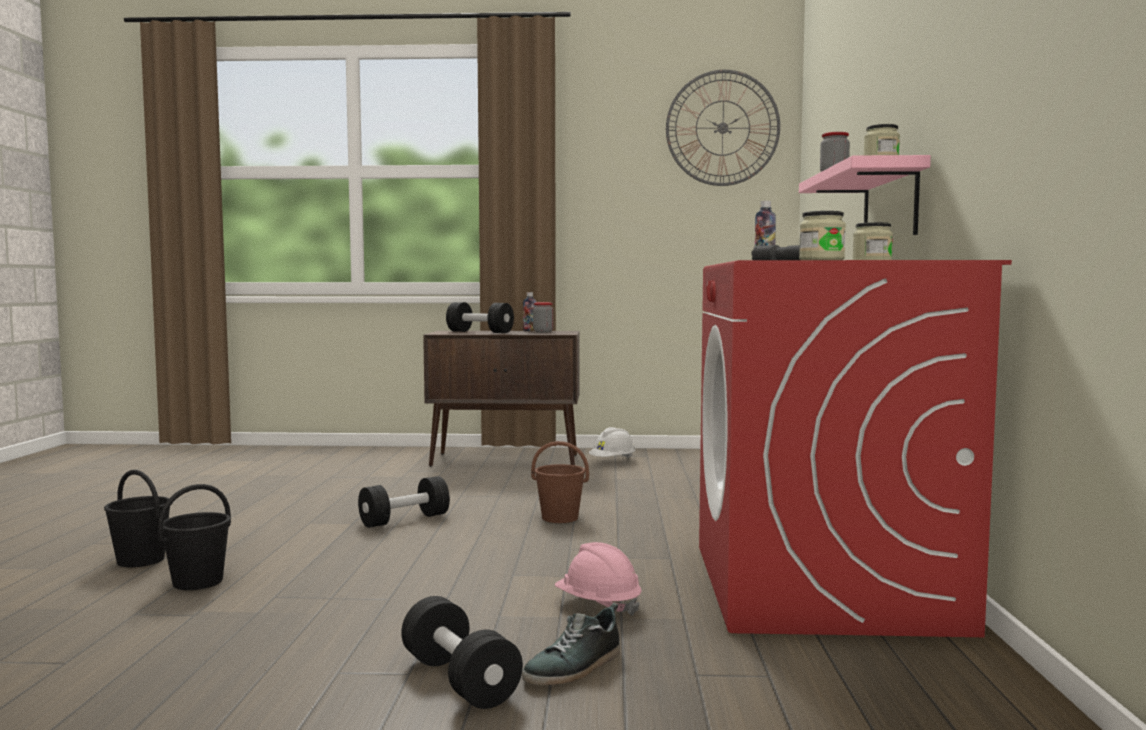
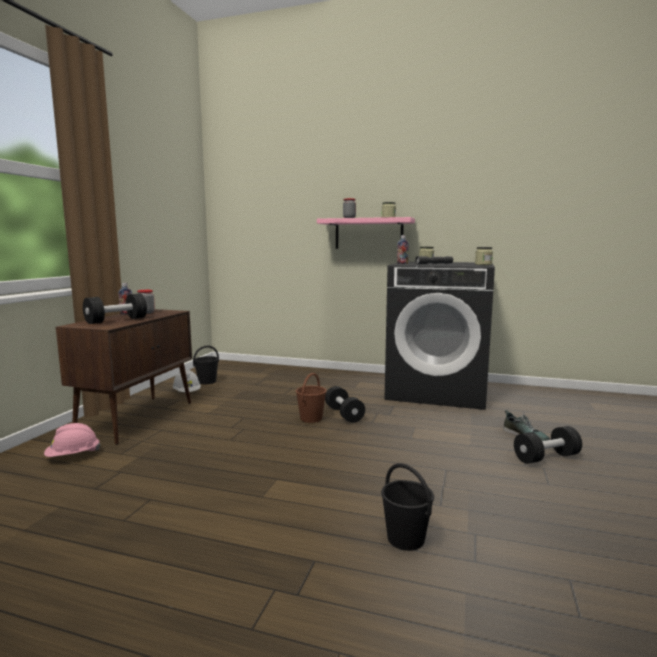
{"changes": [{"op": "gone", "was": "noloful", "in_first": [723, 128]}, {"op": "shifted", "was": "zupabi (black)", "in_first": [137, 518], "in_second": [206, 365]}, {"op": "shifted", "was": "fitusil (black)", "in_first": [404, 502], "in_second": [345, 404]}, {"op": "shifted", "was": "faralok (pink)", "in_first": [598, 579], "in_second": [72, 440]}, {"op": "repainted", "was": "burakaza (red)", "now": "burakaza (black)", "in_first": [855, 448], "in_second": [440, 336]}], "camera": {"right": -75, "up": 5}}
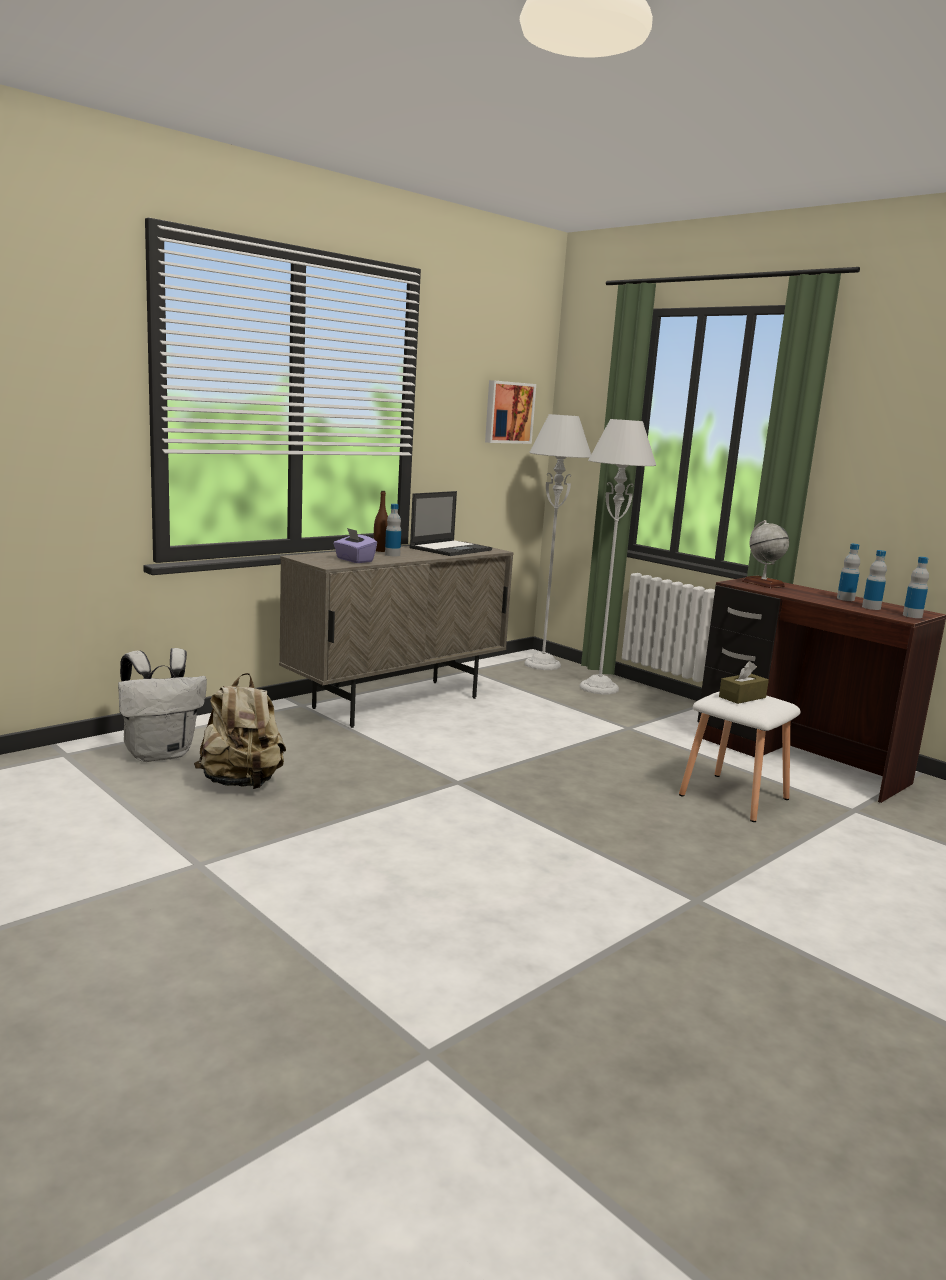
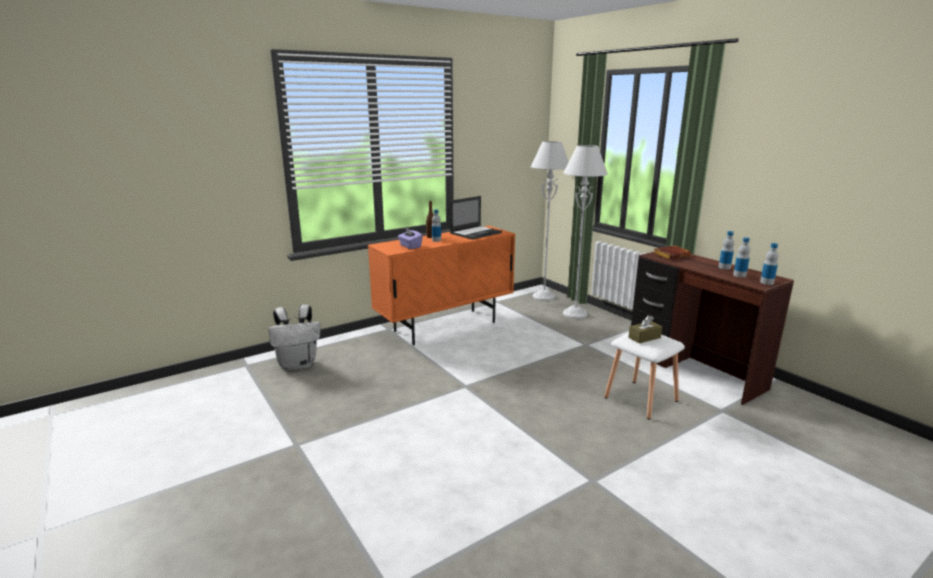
{"changes": [{"op": "gone", "was": "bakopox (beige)", "in_first": [240, 731]}, {"op": "gone", "was": "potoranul", "in_first": [510, 412]}, {"op": "swapped", "was": "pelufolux", "now": "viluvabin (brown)", "in_first": [765, 554], "in_second": [672, 252]}, {"op": "repainted", "was": "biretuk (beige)", "now": "biretuk (orange)", "in_first": [396, 635], "in_second": [441, 286]}], "camera": {"right": 10, "up": 5}}
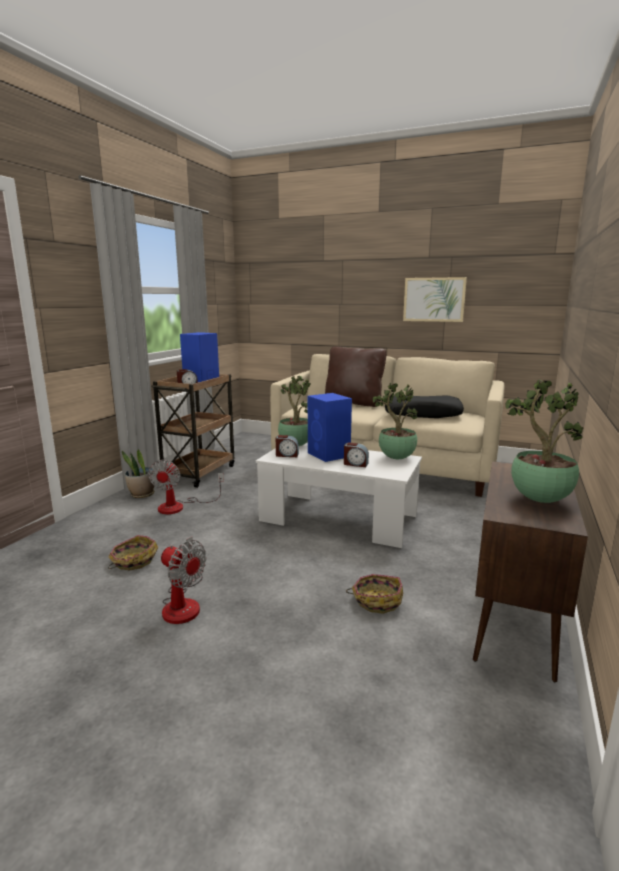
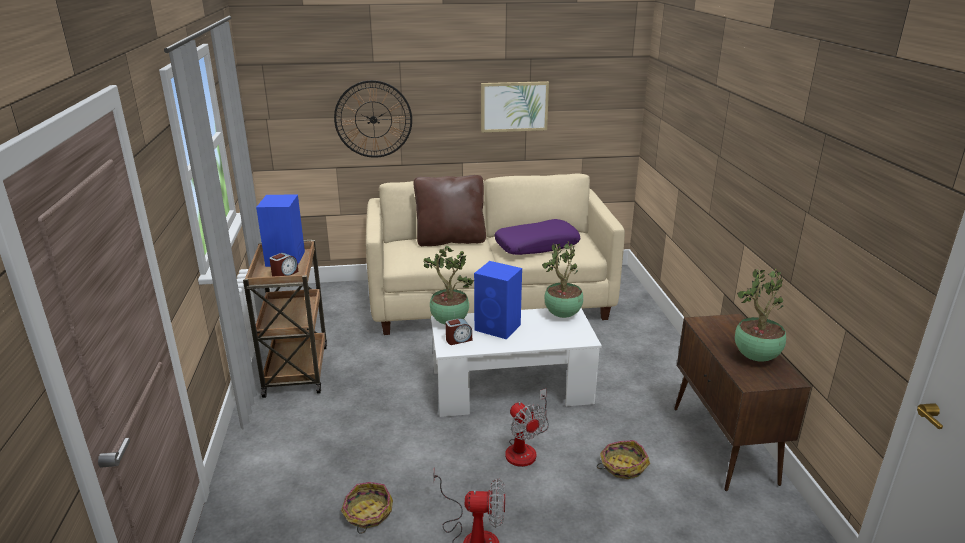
{"changes": [{"op": "gone", "was": "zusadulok", "in_first": [138, 473]}, {"op": "gone", "was": "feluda", "in_first": [356, 454]}, {"op": "new", "now": "noloful", "in_second": [373, 119]}, {"op": "shifted", "was": "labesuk", "in_first": [186, 487], "in_second": [527, 428]}, {"op": "repainted", "was": "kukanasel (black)", "now": "kukanasel (purple)", "in_first": [424, 406], "in_second": [537, 237]}], "camera": {"right": -30, "up": 10}}
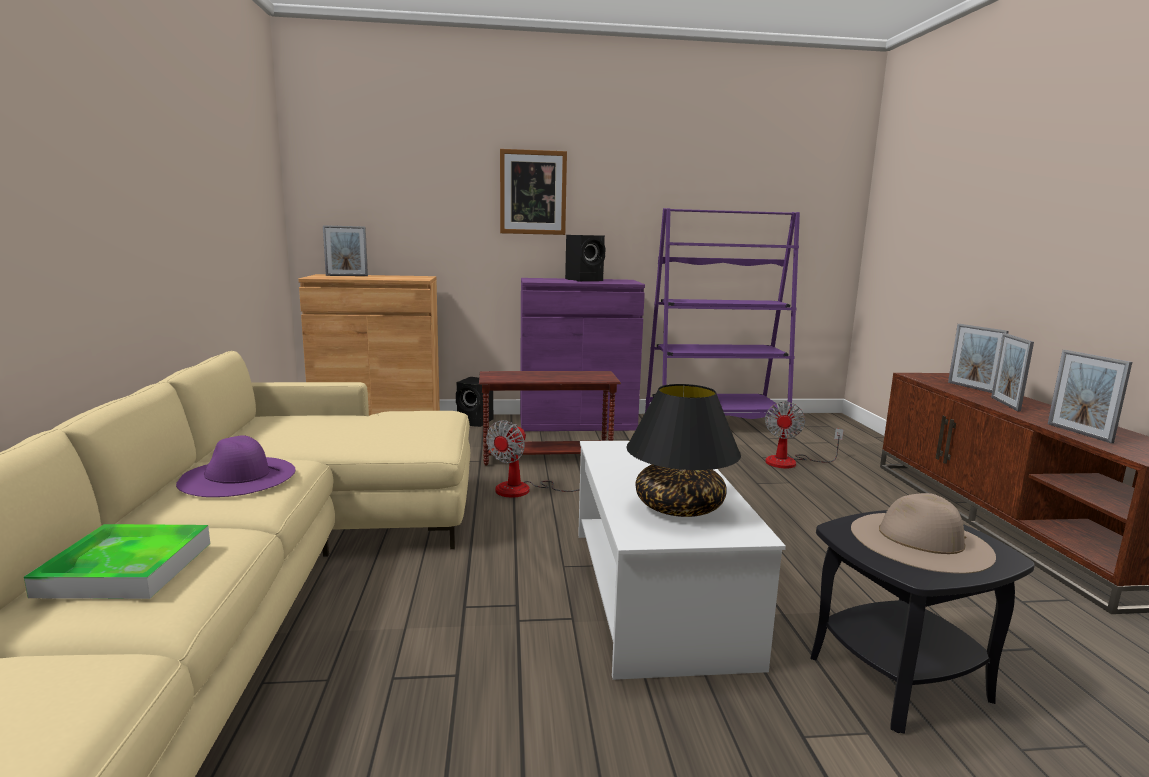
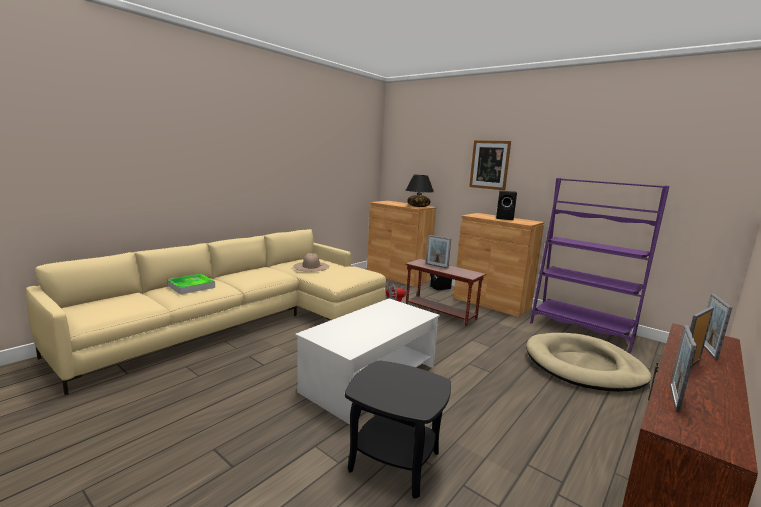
{"changes": [{"op": "gone", "was": "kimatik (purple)", "in_first": [235, 466]}, {"op": "shifted", "was": "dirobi", "in_first": [345, 250], "in_second": [438, 252]}, {"op": "shifted", "was": "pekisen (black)", "in_first": [683, 450], "in_second": [420, 191]}, {"op": "shifted", "was": "kimatik (beige)", "in_first": [923, 533], "in_second": [311, 262]}, {"op": "swapped", "was": "labesuk", "now": "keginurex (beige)", "in_first": [804, 435], "in_second": [588, 362]}, {"op": "repainted", "was": "biretuk (purple)", "now": "biretuk (brown)", "in_first": [582, 354], "in_second": [498, 265]}], "camera": {"right": 45, "up": 0}}
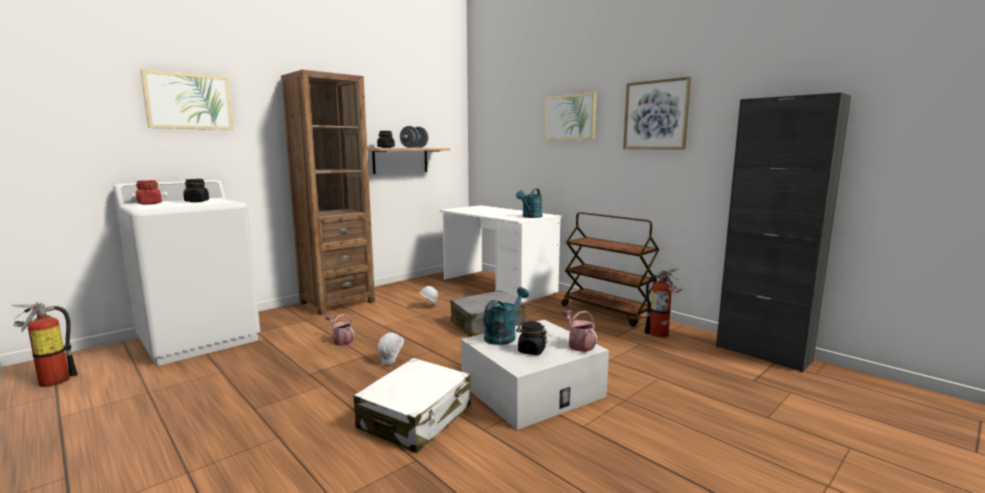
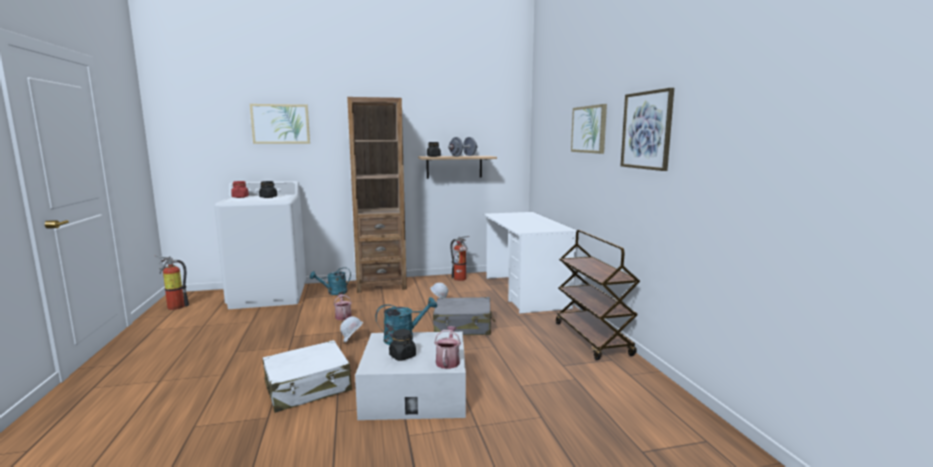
{"changes": [{"op": "gone", "was": "biretuk (black)", "in_first": [783, 232]}, {"op": "shifted", "was": "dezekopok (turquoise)", "in_first": [529, 203], "in_second": [330, 281]}, {"op": "shifted", "was": "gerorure", "in_first": [663, 302], "in_second": [459, 258]}], "camera": {"right": 30, "up": 0}}
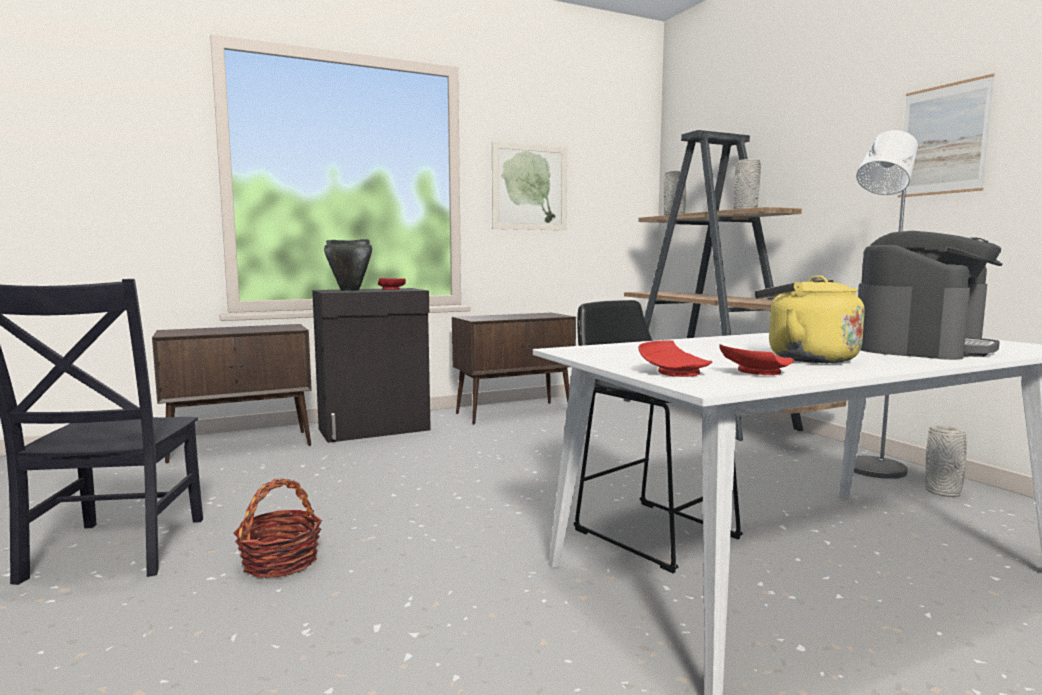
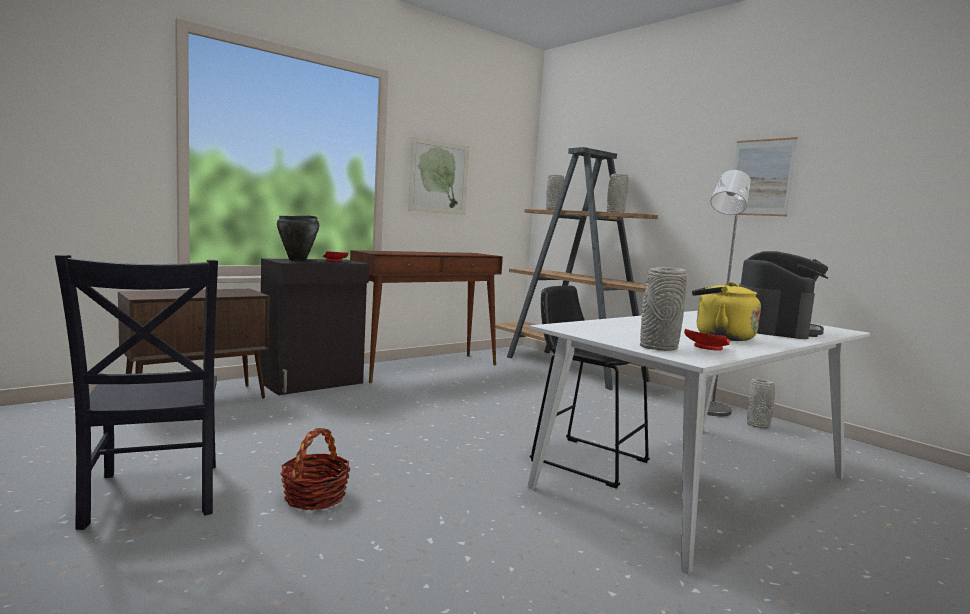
{"changes": [{"op": "swapped", "was": "biretuk (brown)", "now": "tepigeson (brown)", "in_first": [514, 368], "in_second": [426, 316]}, {"op": "swapped", "was": "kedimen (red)", "now": "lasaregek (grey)", "in_first": [675, 358], "in_second": [663, 309]}], "camera": {"right": -15, "up": 0}}
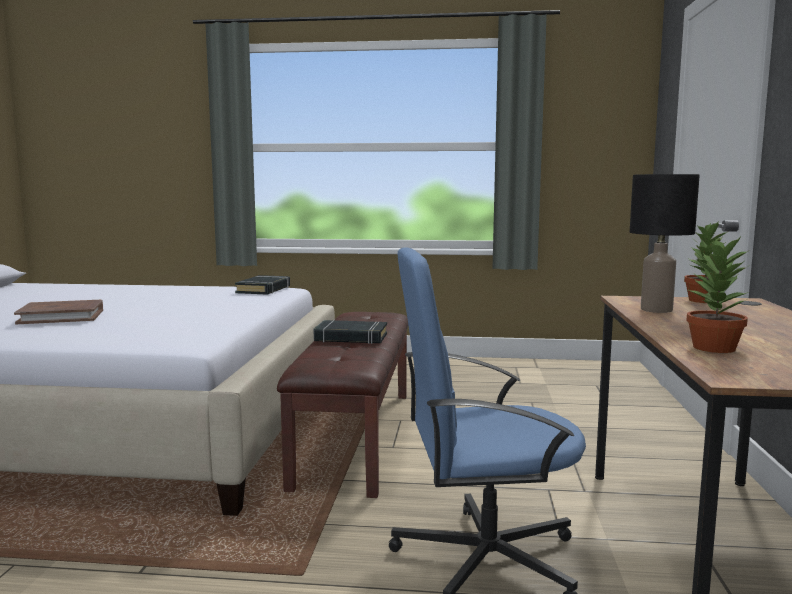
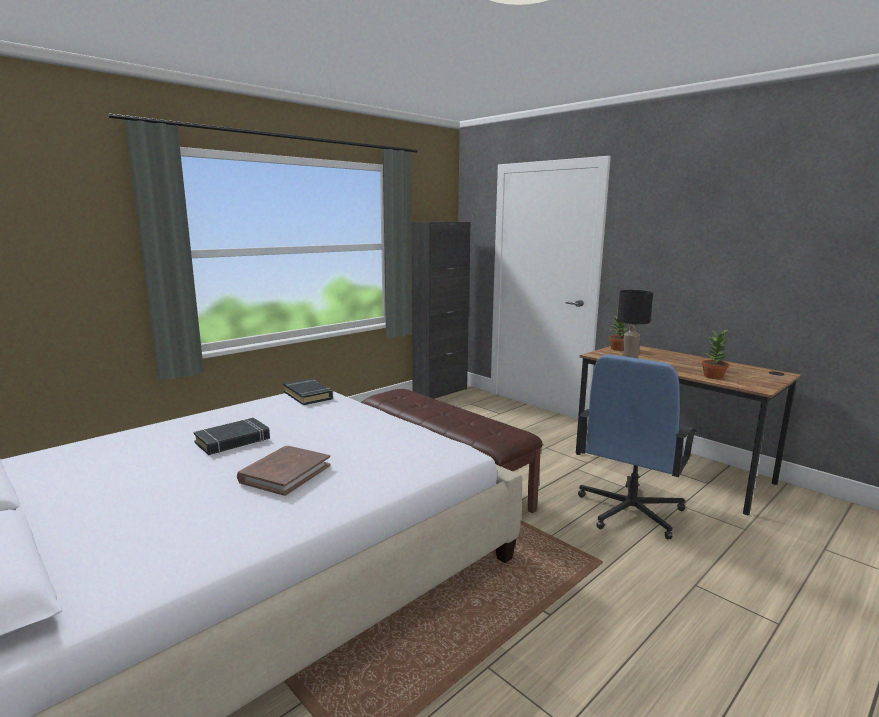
{"changes": [{"op": "new", "now": "biretuk (black)", "in_second": [441, 310]}, {"op": "shifted", "was": "viluvabin (black)", "in_first": [350, 332], "in_second": [231, 436]}], "camera": {"right": -50, "up": 5}}
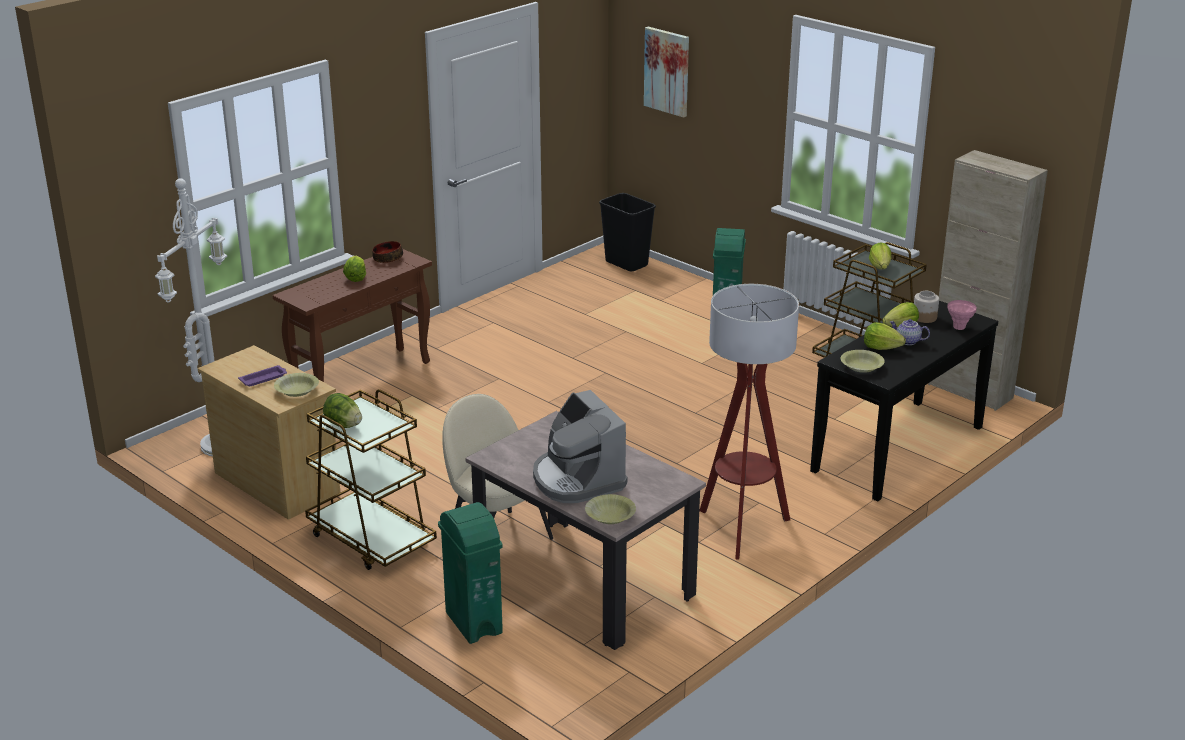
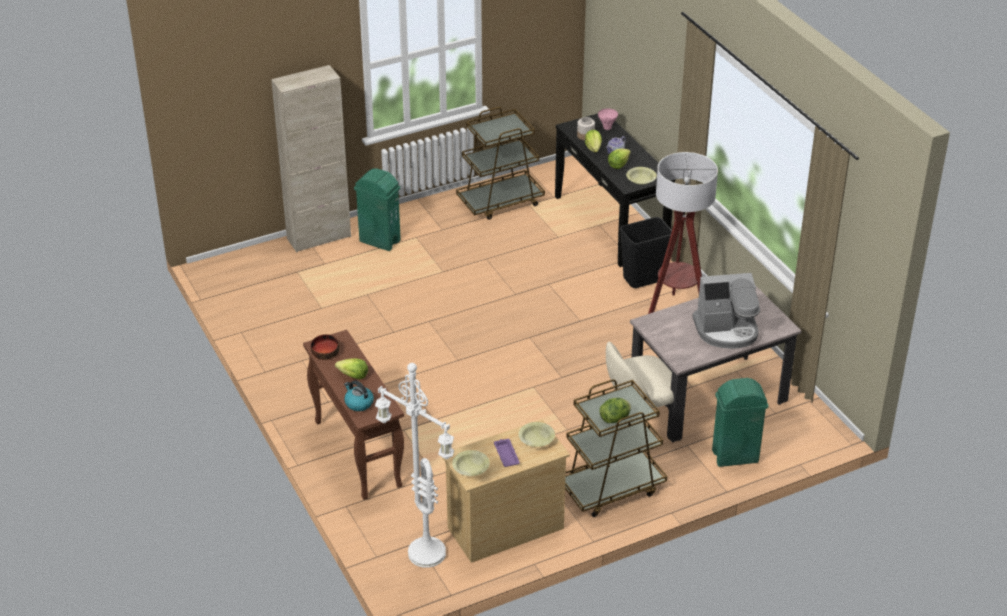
{"changes": [{"op": "gone", "was": "potoranul", "in_first": [666, 72]}, {"op": "gone", "was": "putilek", "in_first": [880, 255]}, {"op": "new", "now": "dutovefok", "in_second": [359, 395]}, {"op": "shifted", "was": "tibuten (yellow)", "in_first": [610, 509], "in_second": [471, 463]}, {"op": "shifted", "was": "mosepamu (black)", "in_first": [627, 232], "in_second": [646, 252]}, {"op": "shifted", "was": "biretuk (beige)", "in_first": [988, 280], "in_second": [311, 159]}], "camera": {"right": -70, "up": 10}}
